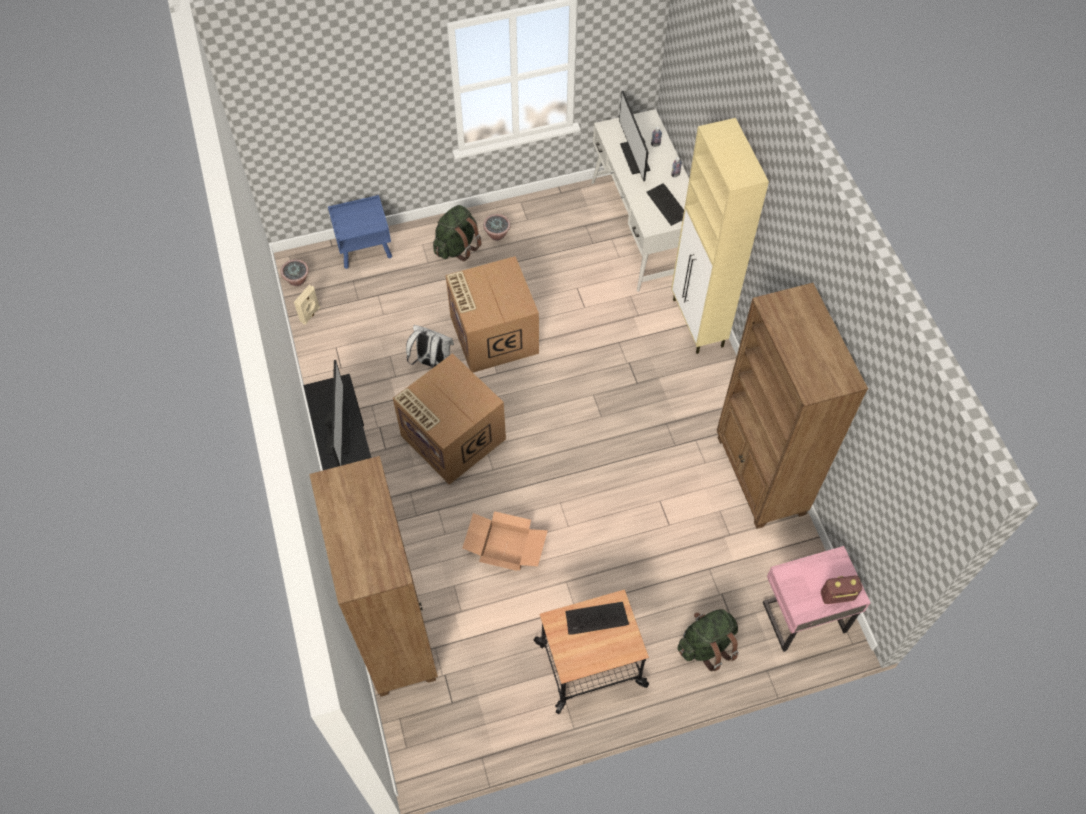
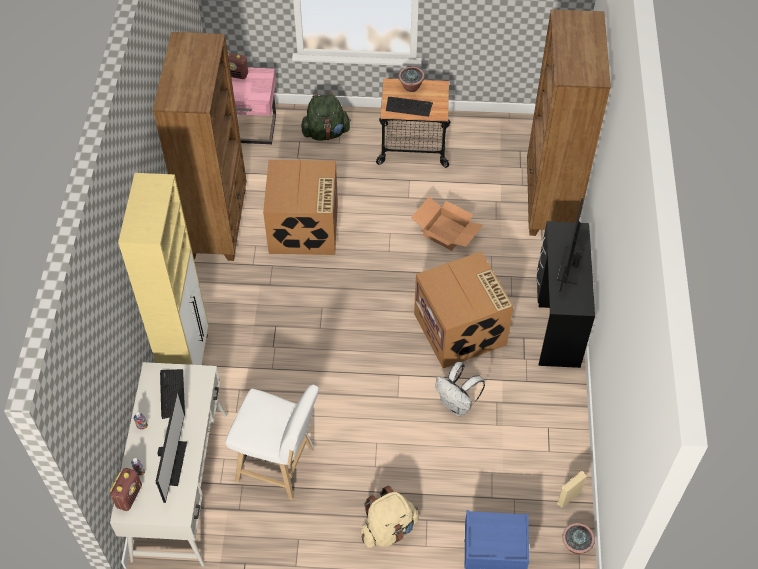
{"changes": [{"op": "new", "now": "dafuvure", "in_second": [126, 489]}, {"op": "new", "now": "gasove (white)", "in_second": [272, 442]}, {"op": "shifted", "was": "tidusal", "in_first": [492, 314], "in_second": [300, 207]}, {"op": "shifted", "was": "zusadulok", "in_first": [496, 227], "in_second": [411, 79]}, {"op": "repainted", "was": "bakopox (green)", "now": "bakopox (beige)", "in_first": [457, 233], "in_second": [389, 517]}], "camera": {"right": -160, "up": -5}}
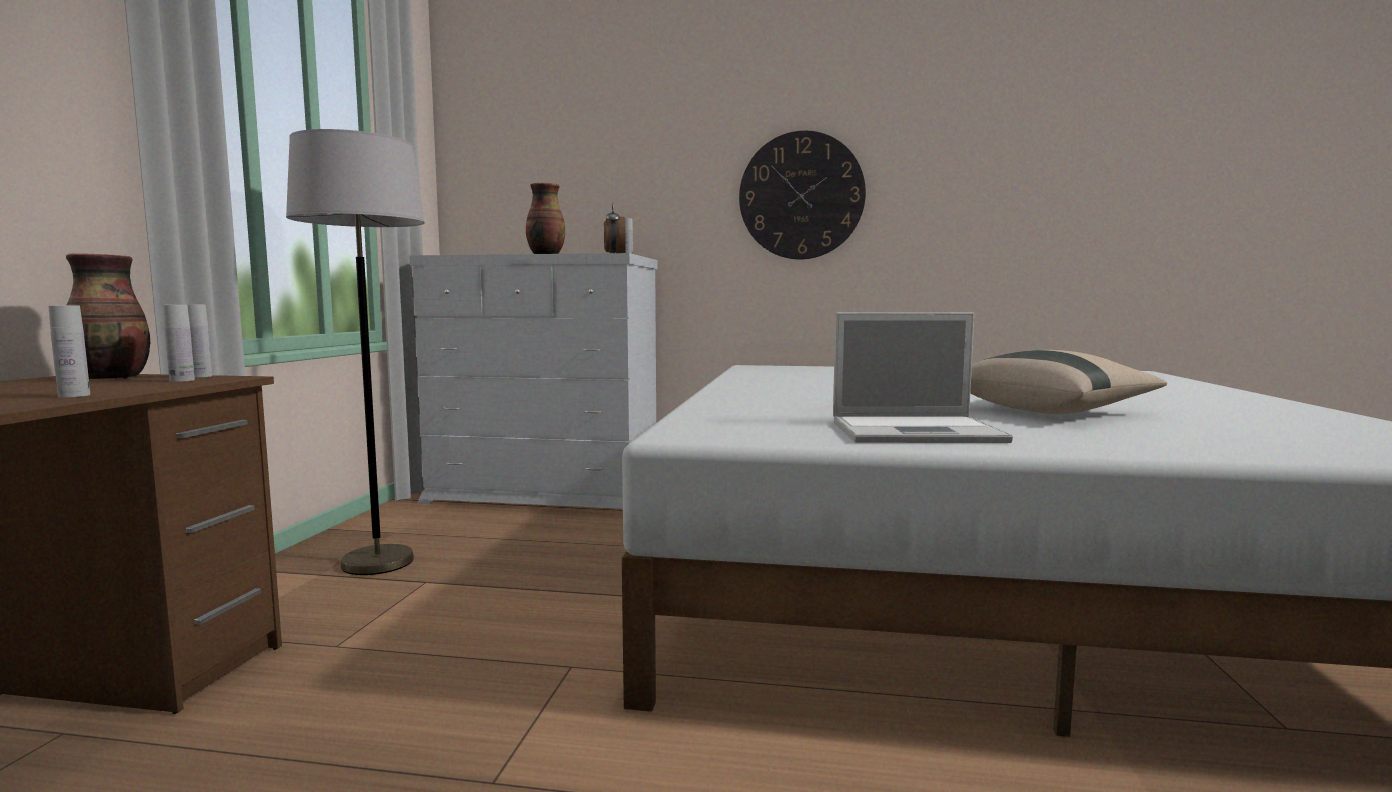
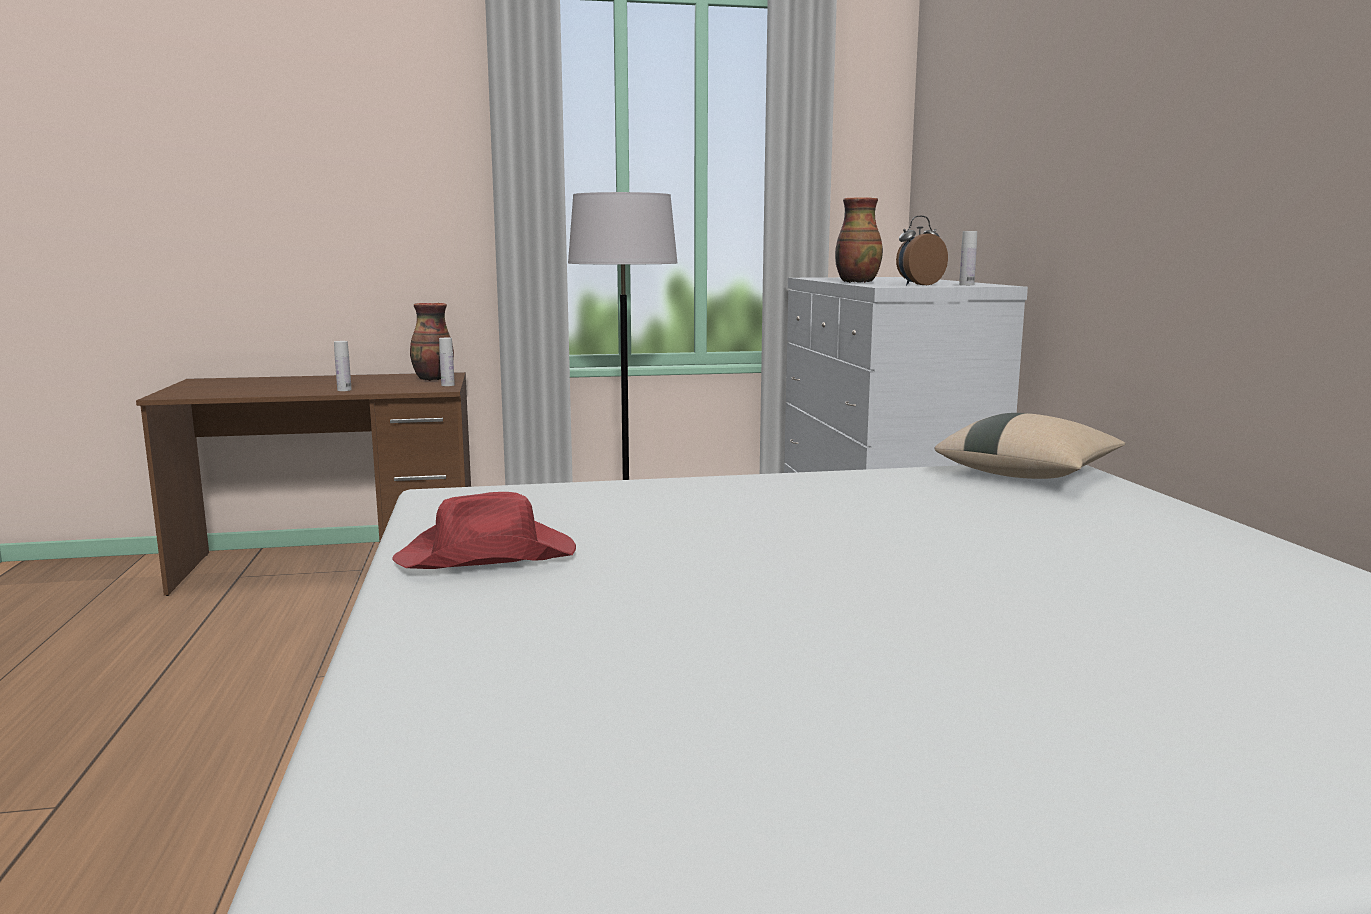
{"changes": [{"op": "gone", "was": "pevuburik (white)", "in_first": [179, 343]}, {"op": "gone", "was": "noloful", "in_first": [802, 194]}, {"op": "shifted", "was": "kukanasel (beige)", "in_first": [1068, 382], "in_second": [1030, 446]}, {"op": "swapped", "was": "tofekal", "now": "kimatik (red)", "in_first": [923, 377], "in_second": [484, 530]}], "camera": {"right": 70, "up": 5}}
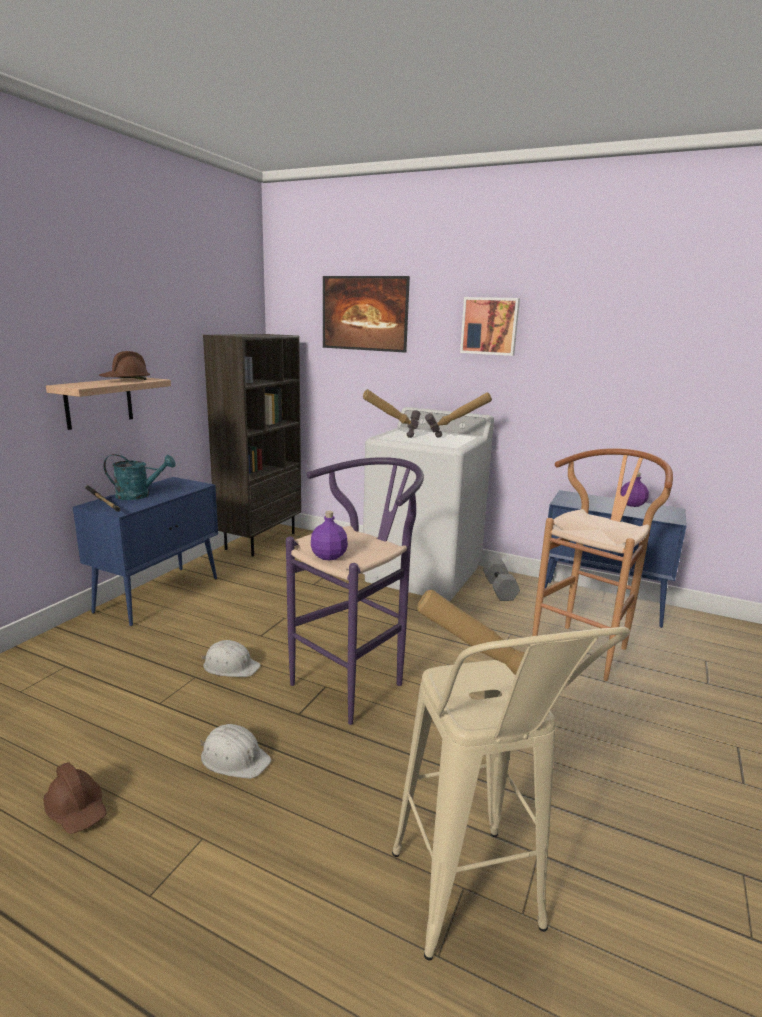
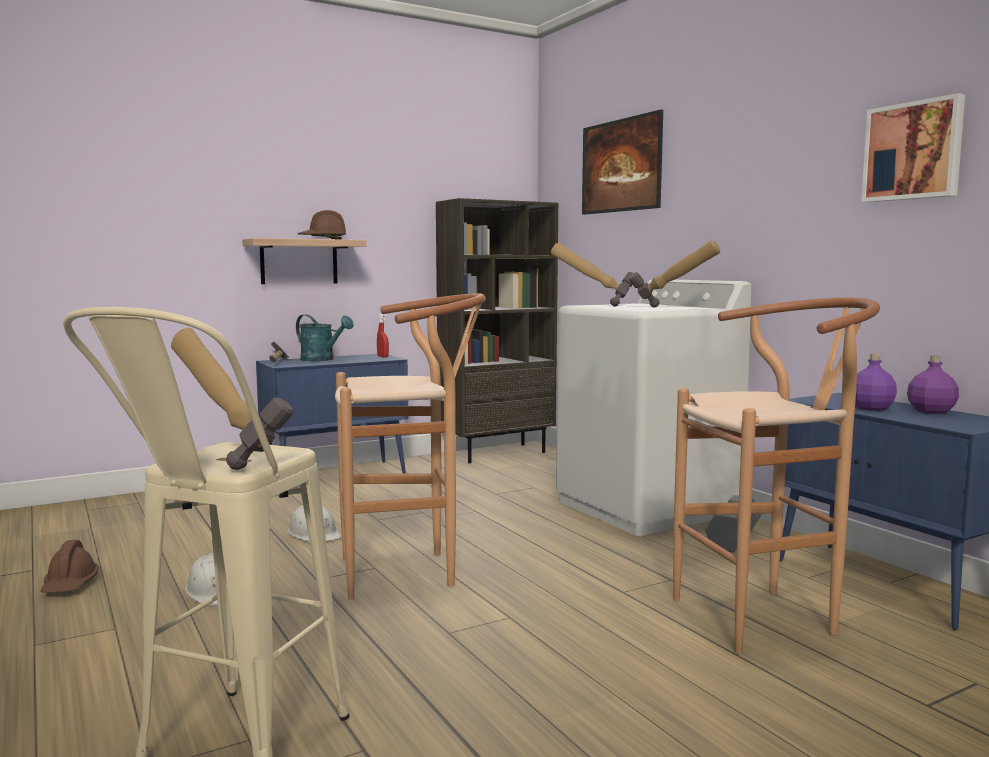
{"changes": [{"op": "new", "now": "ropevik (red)", "in_second": [383, 335]}, {"op": "shifted", "was": "pevuburik (purple)", "in_first": [329, 536], "in_second": [876, 382]}, {"op": "shifted", "was": "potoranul", "in_first": [490, 326], "in_second": [913, 147]}, {"op": "repainted", "was": "gasove (purple)", "now": "gasove (brown)", "in_first": [355, 591], "in_second": [410, 446]}], "camera": {"right": 35, "up": -10}}
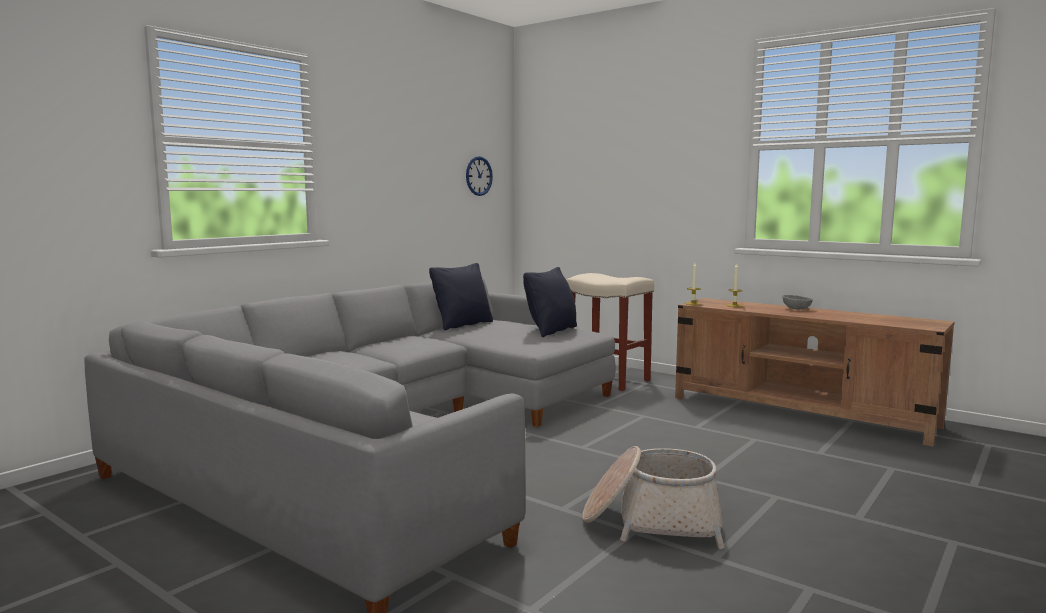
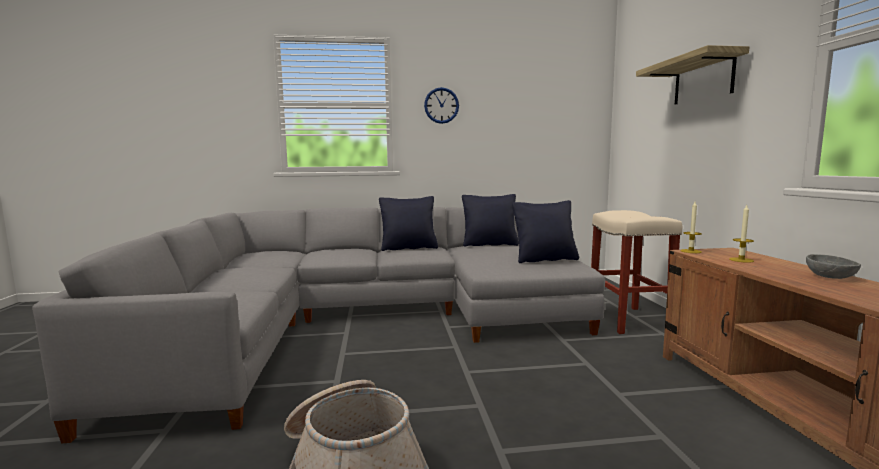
{"changes": [{"op": "new", "now": "kukanasel (black)", "in_second": [408, 223]}, {"op": "new", "now": "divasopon", "in_second": [692, 75]}, {"op": "shifted", "was": "noloful", "in_first": [479, 176], "in_second": [441, 105]}], "camera": {"right": 45, "up": 0}}
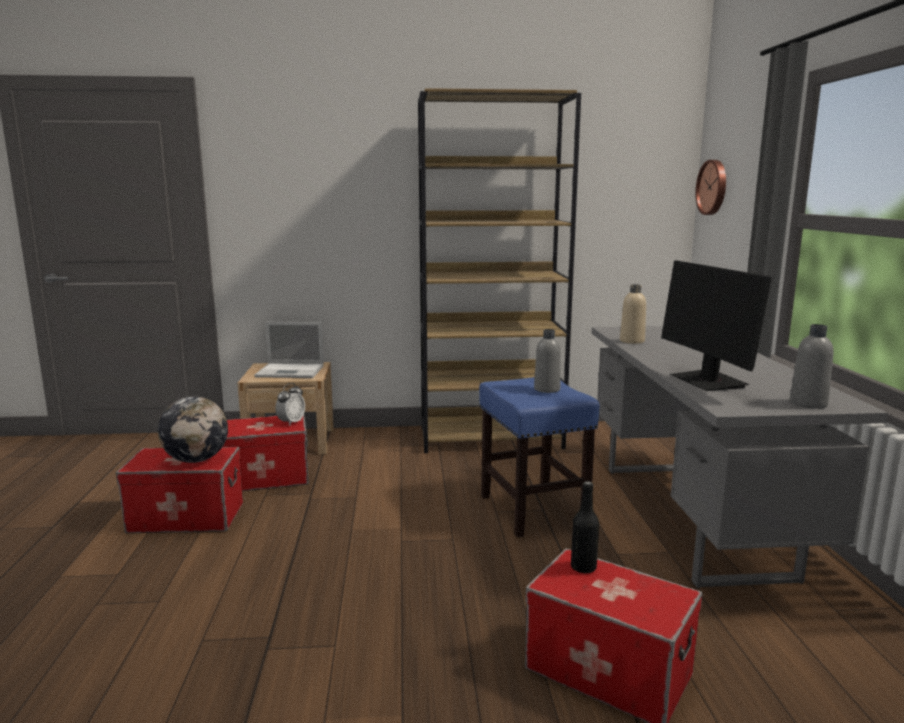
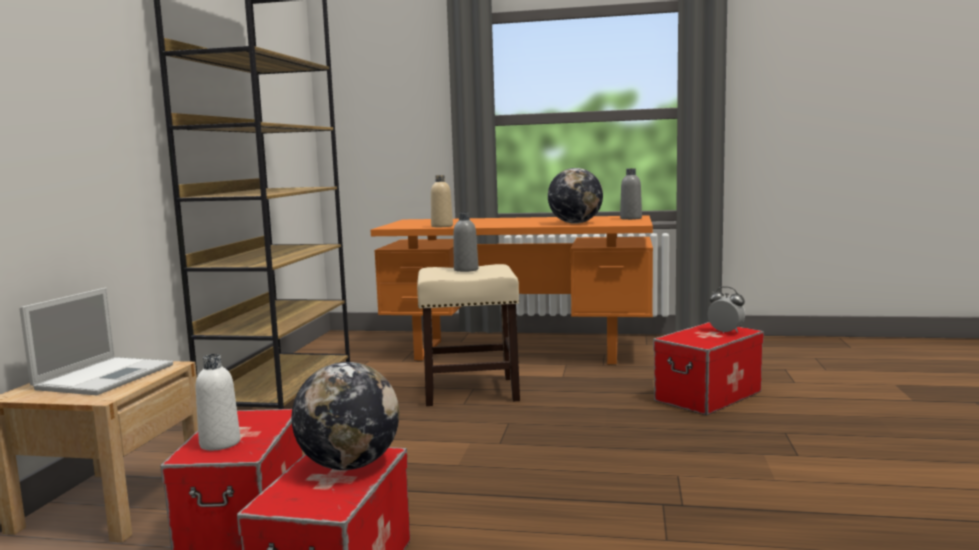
{"changes": [{"op": "gone", "was": "pevuburik (black)", "in_first": [585, 527]}, {"op": "gone", "was": "noloful", "in_first": [710, 187]}, {"op": "new", "now": "pevuburik (white)", "in_second": [217, 402]}, {"op": "shifted", "was": "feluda", "in_first": [290, 404], "in_second": [726, 309]}, {"op": "swapped", "was": "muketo", "now": "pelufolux", "in_first": [716, 325], "in_second": [575, 196]}, {"op": "repainted", "was": "gasove (blue)", "now": "gasove (beige)", "in_first": [539, 457], "in_second": [468, 335]}, {"op": "repainted", "was": "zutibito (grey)", "now": "zutibito (orange)", "in_first": [740, 457], "in_second": [512, 290]}], "camera": {"right": -75, "up": -5}}
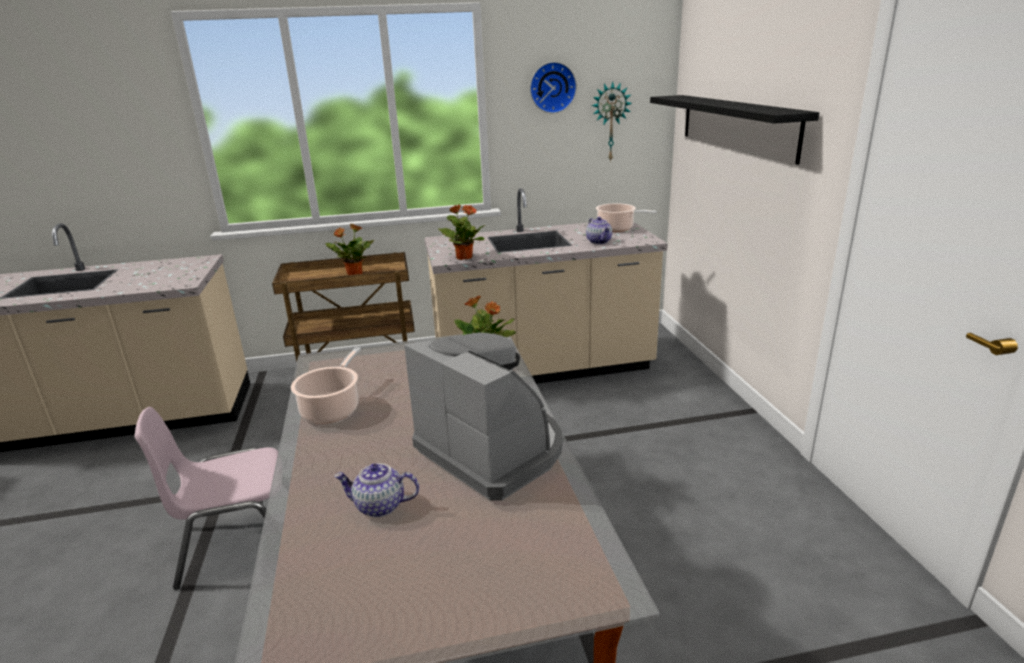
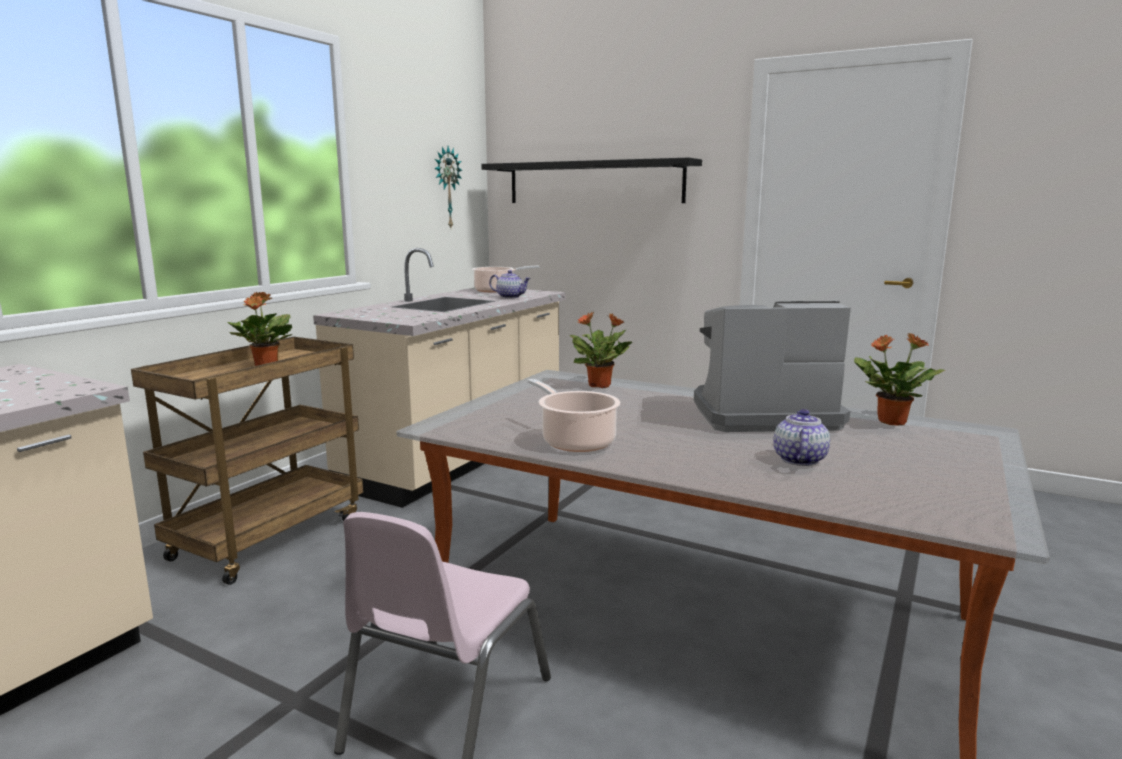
{"changes": [{"op": "gone", "was": "noloful", "in_first": [553, 87]}, {"op": "shifted", "was": "zusadulok", "in_first": [461, 232], "in_second": [899, 379]}, {"op": "rotated", "was": "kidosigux", "in_first": [376, 490], "in_second": [801, 437], "clockwise": 150}], "camera": {"right": -50, "up": -10}}
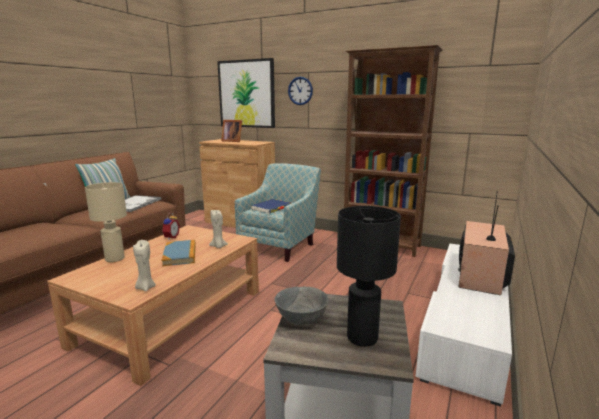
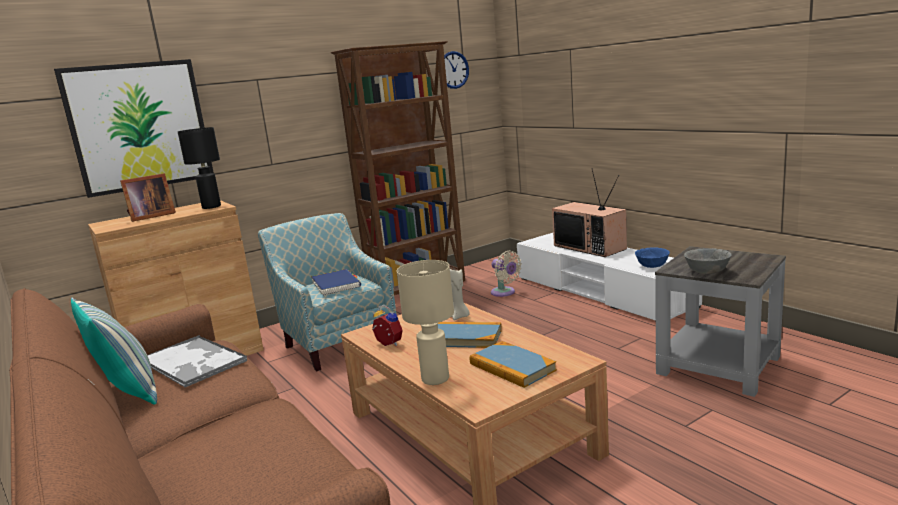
{"changes": [{"op": "gone", "was": "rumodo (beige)", "in_first": [144, 265]}, {"op": "new", "now": "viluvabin", "in_second": [513, 364]}, {"op": "new", "now": "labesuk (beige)", "in_second": [506, 274]}, {"op": "new", "now": "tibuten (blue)", "in_second": [652, 257]}, {"op": "shifted", "was": "noloful", "in_first": [300, 91], "in_second": [456, 70]}, {"op": "shifted", "was": "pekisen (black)", "in_first": [369, 276], "in_second": [199, 168]}], "camera": {"right": -60, "up": 0}}
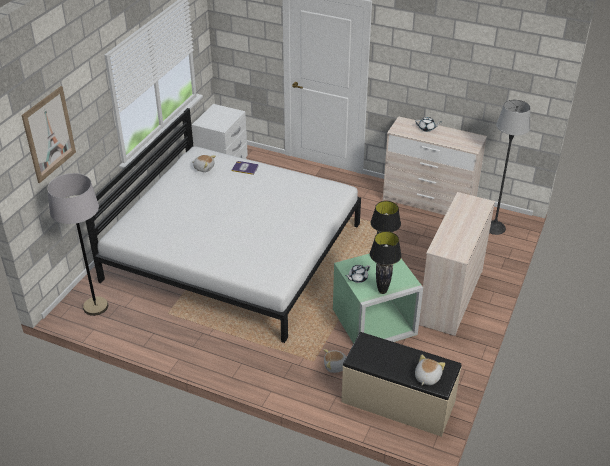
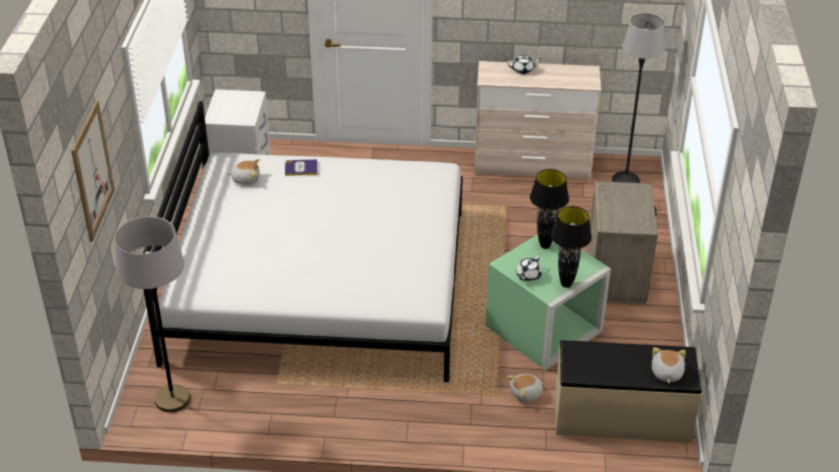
{"changes": [{"op": "swapped", "was": "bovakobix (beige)", "now": "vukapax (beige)", "in_first": [457, 264], "in_second": [623, 242]}], "camera": {"right": -20, "up": 0}}
